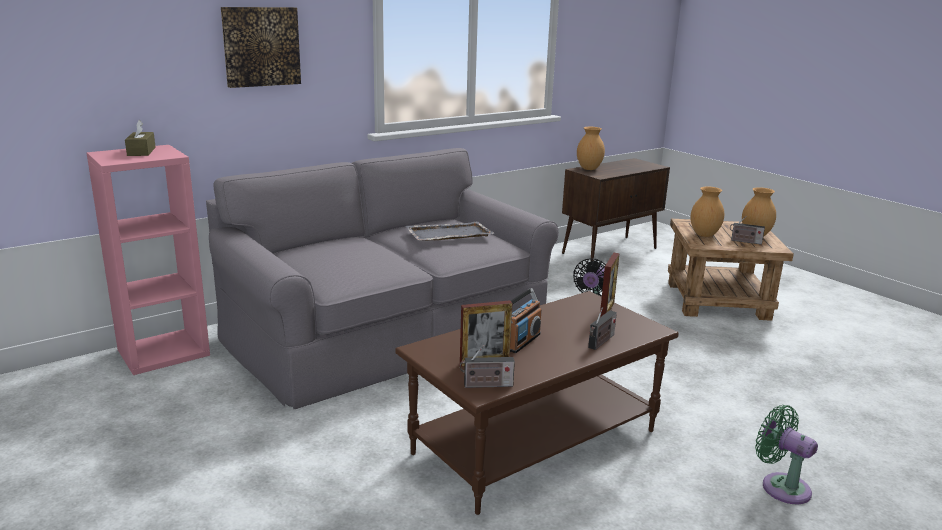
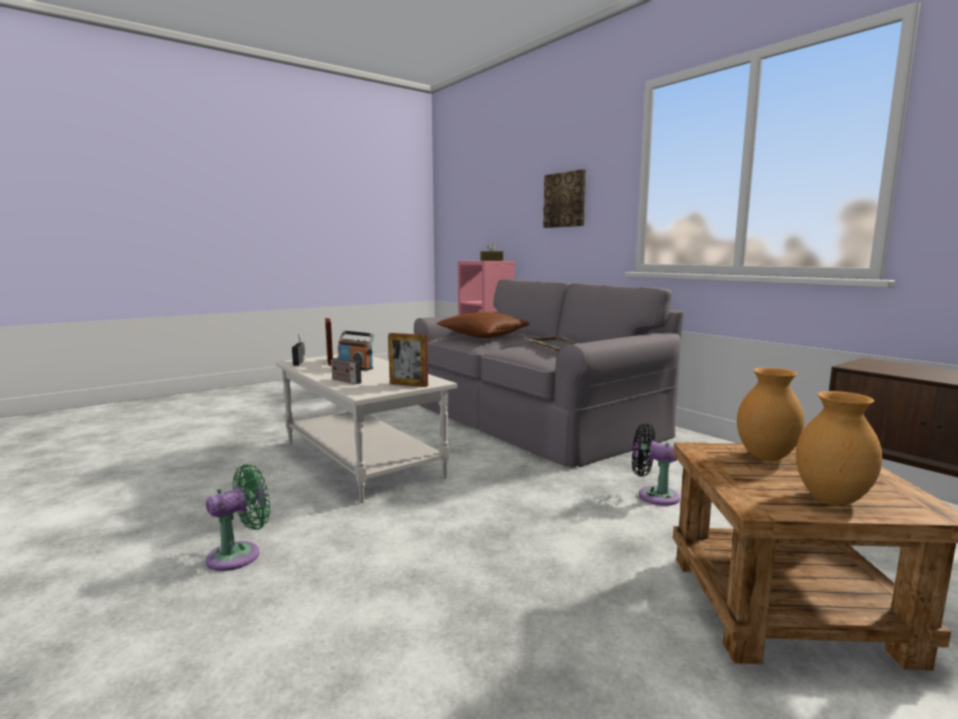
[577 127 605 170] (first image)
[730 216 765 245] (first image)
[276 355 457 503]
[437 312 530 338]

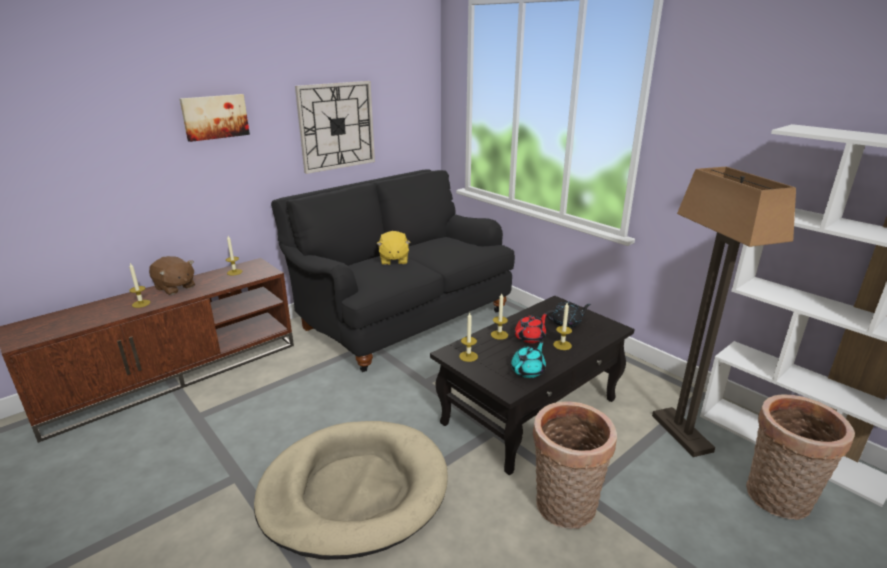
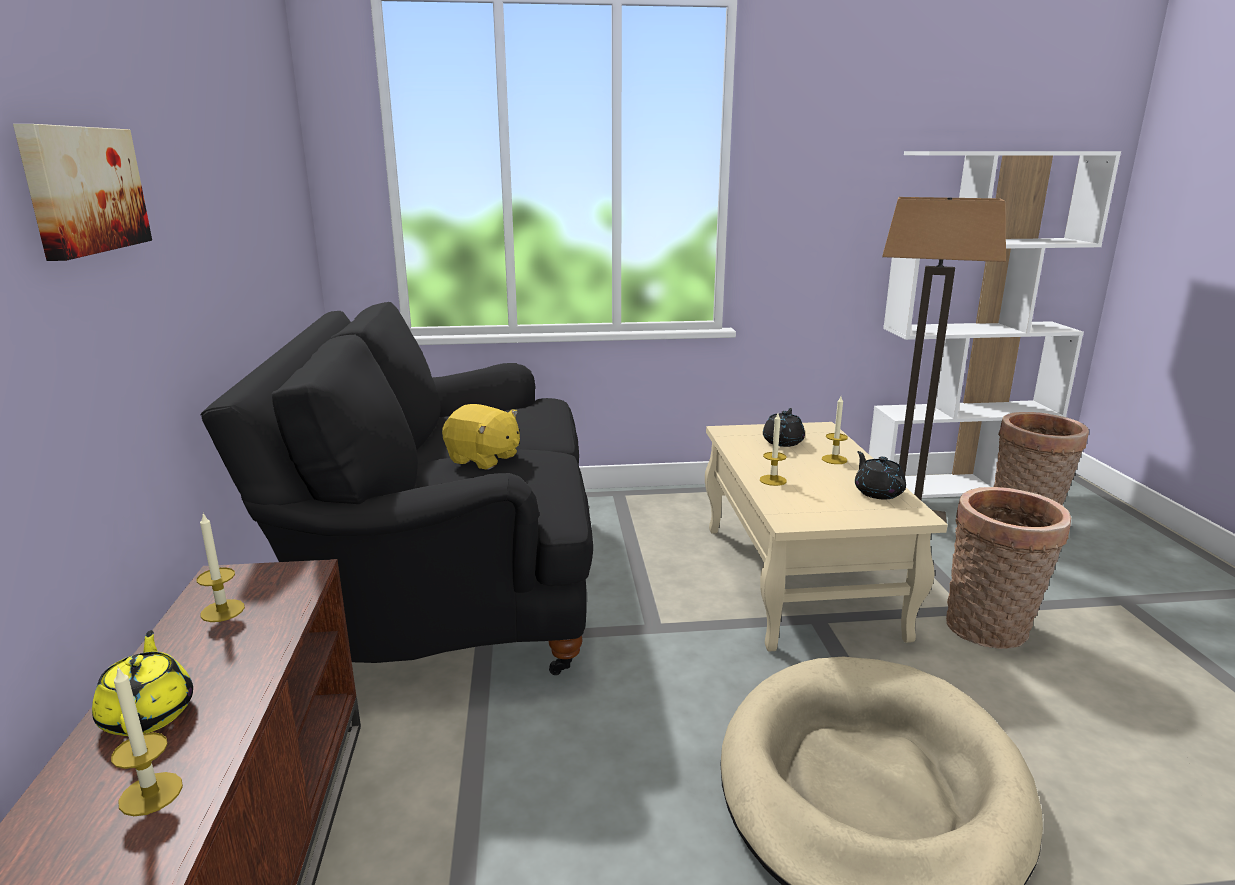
[295 81 375 174] (first image)
[92 630 193 736]
[705 422 948 651]
[515 312 548 343] (first image)
[459 313 478 362] (first image)
[855 451 906 499]

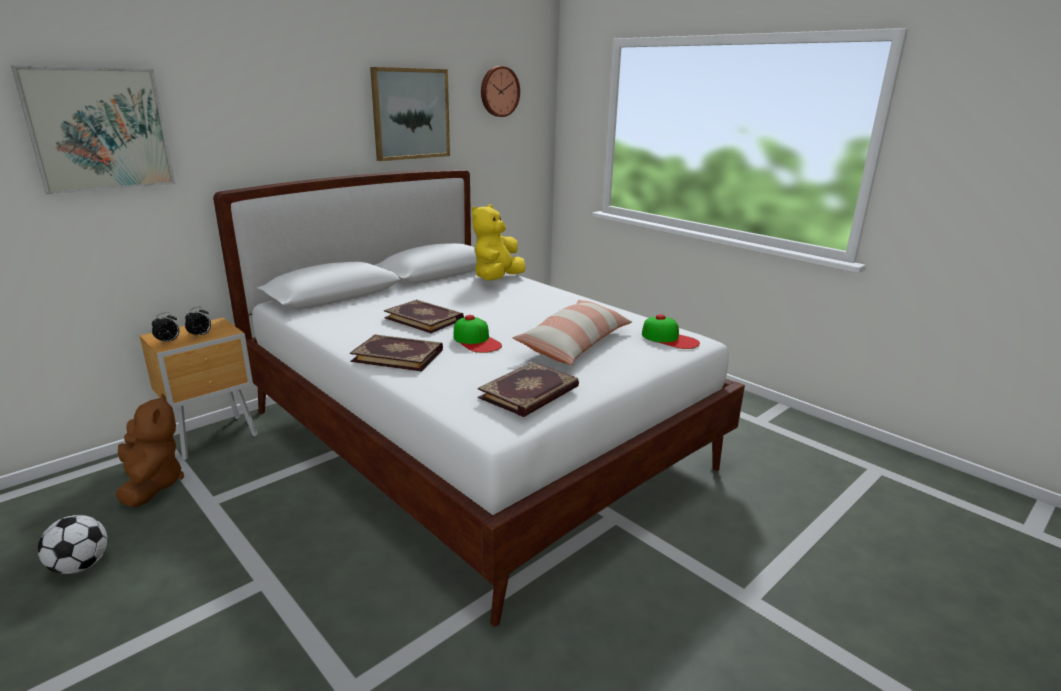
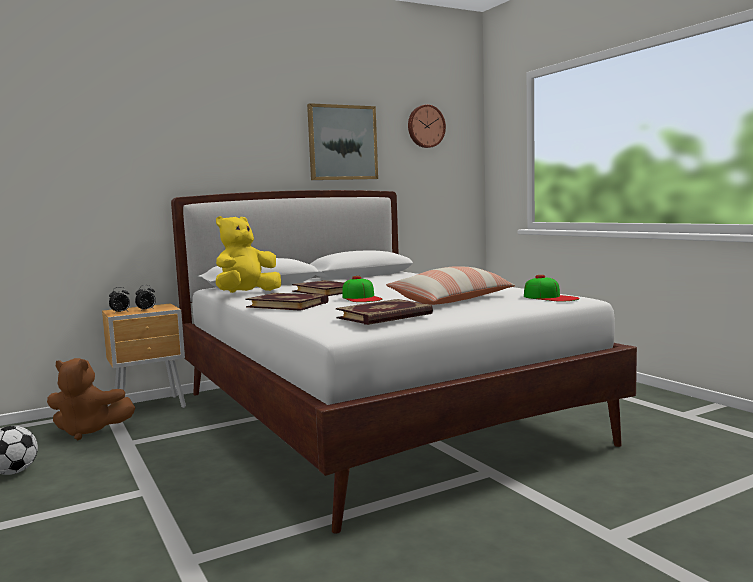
[11 66 175 194] (first image)
[216 216 281 293]
[47 358 135 440]

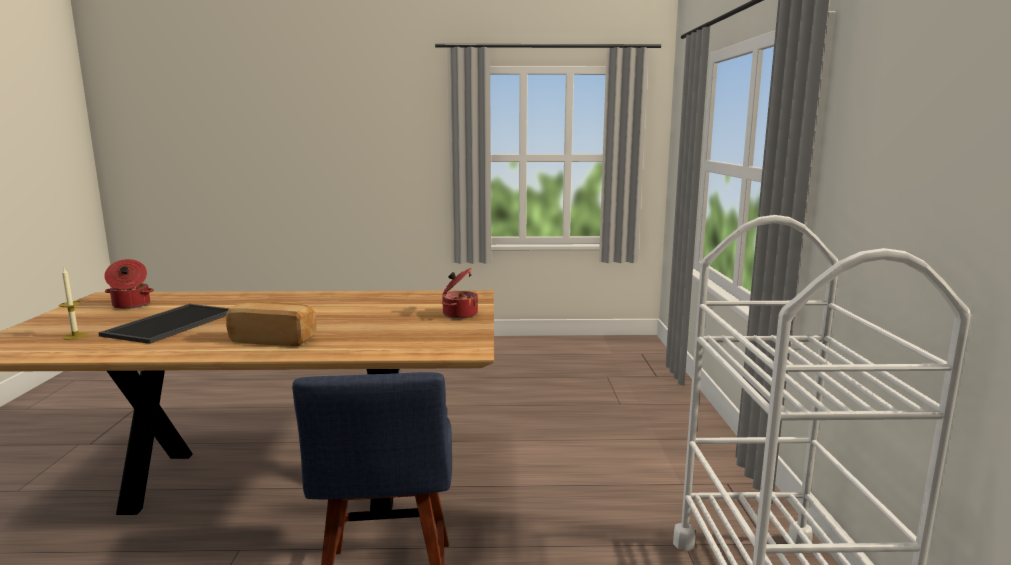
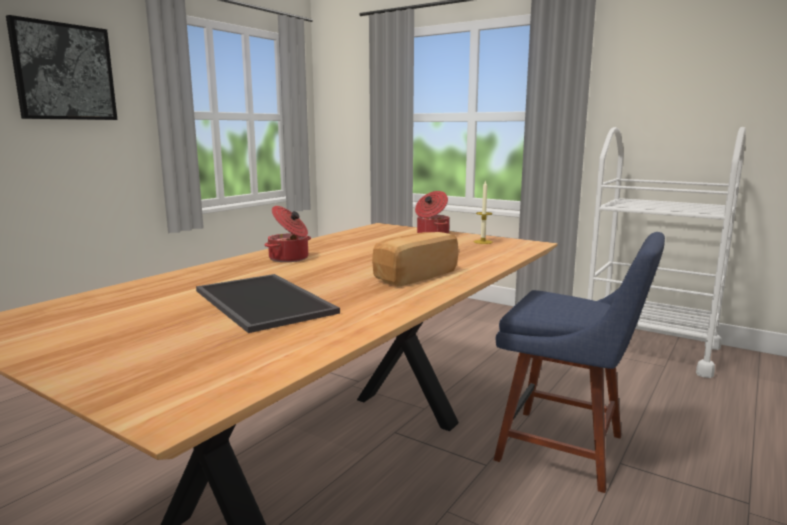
[264 206 311 262]
[474 180 493 244]
[6 15 117 120]

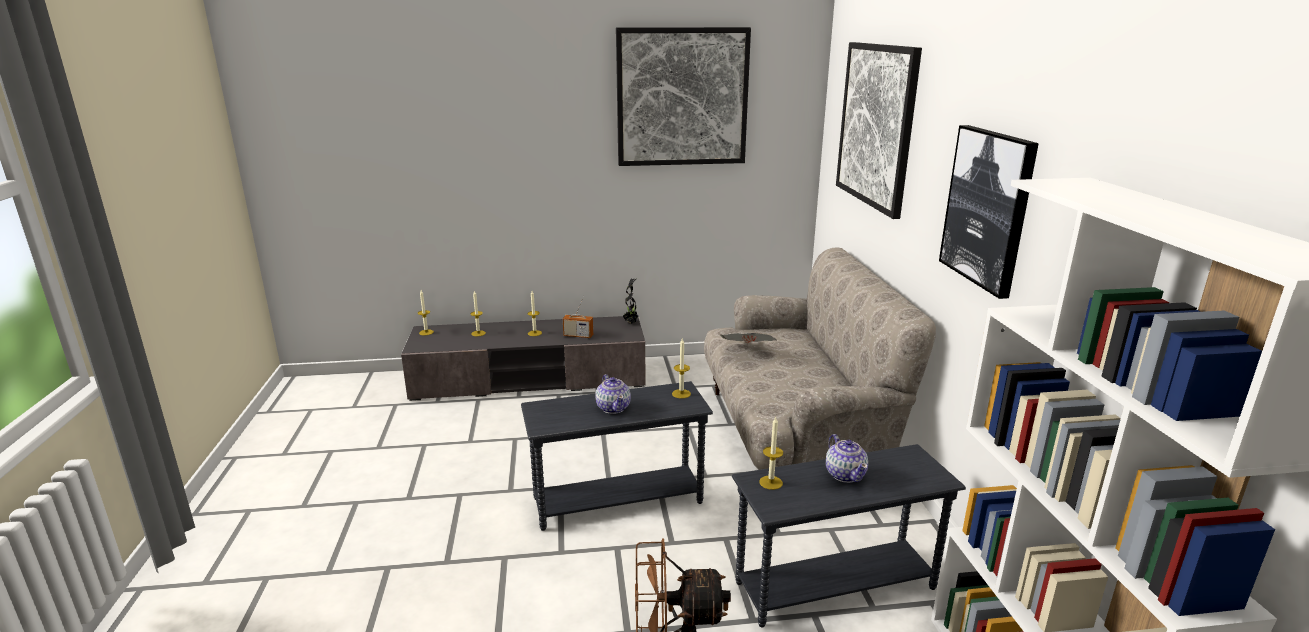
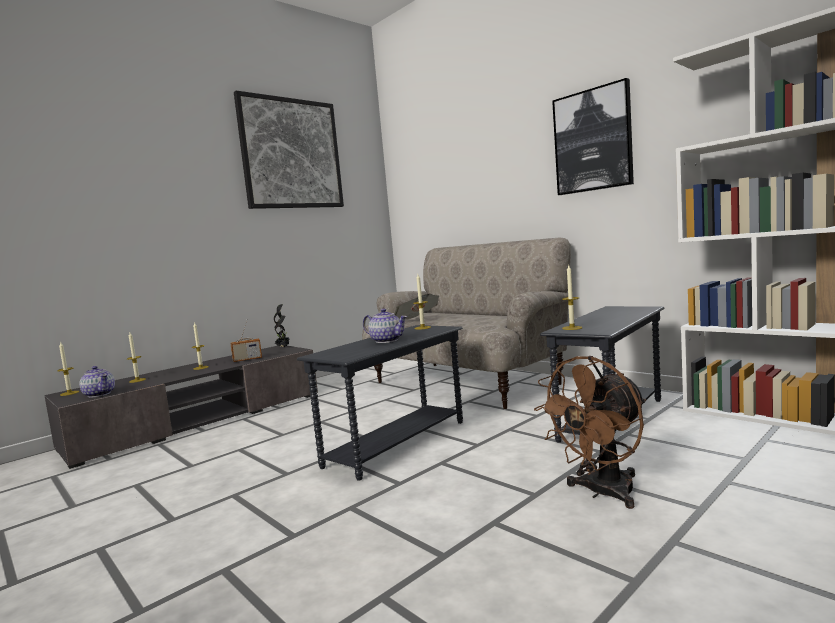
[836 42 922 219] (first image)
[79 366 115 398]

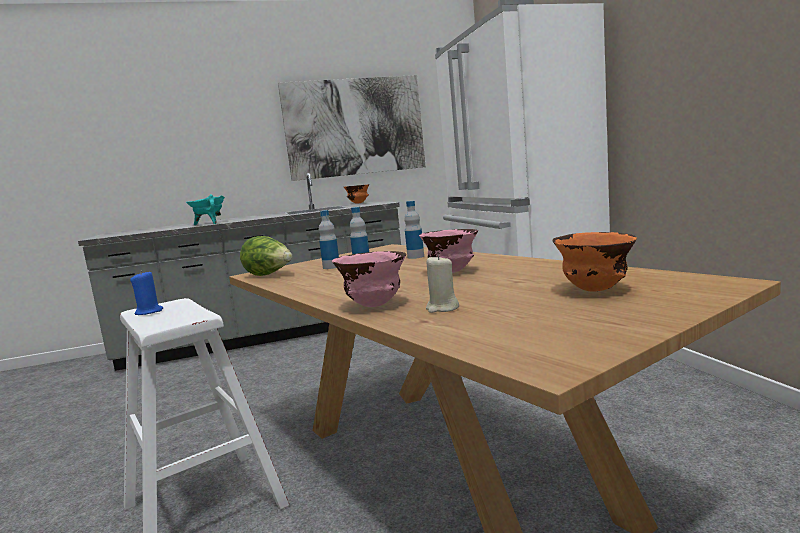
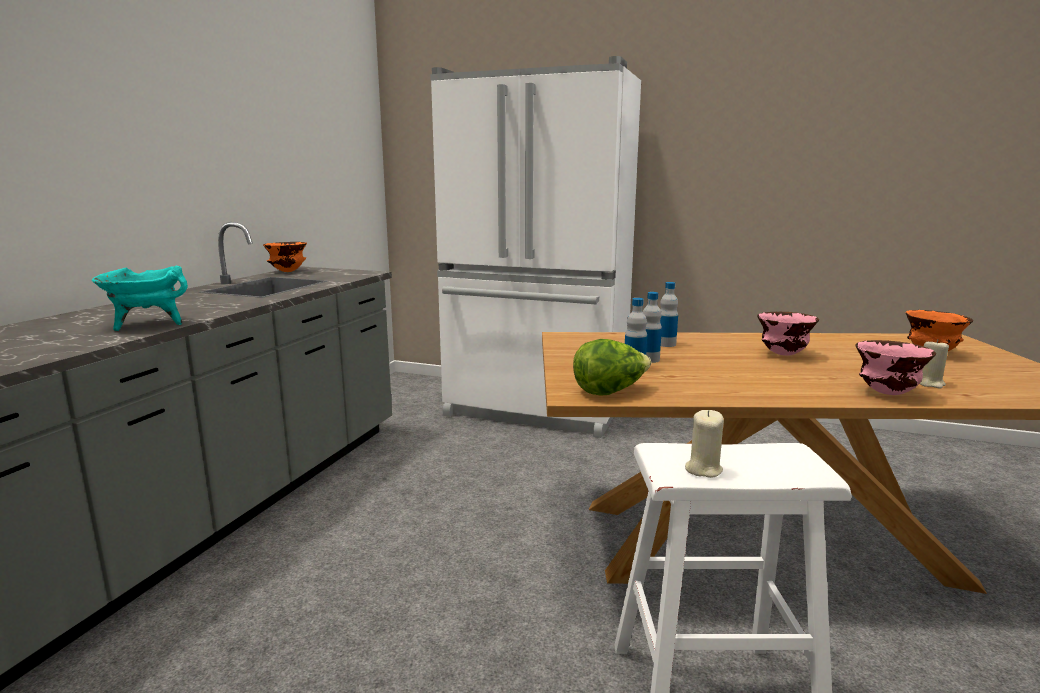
[278 75 426 181] (first image)
[685 410 724 478]

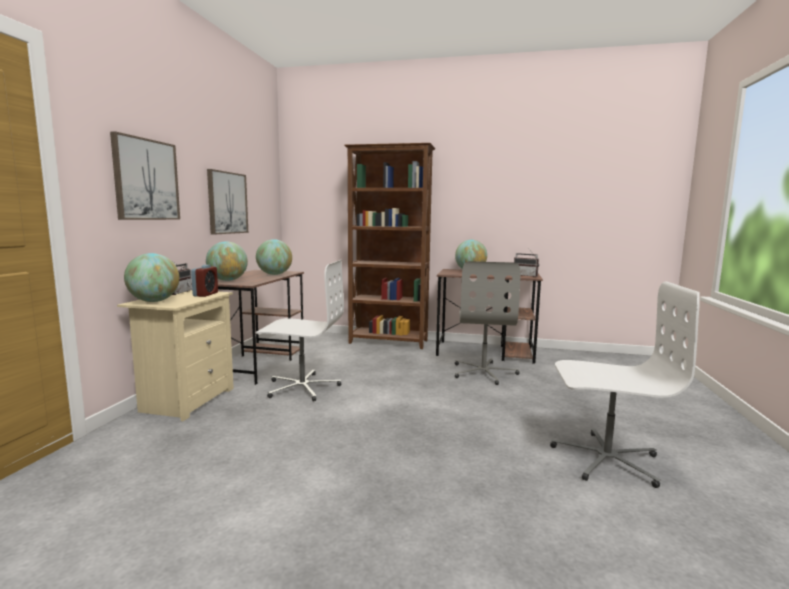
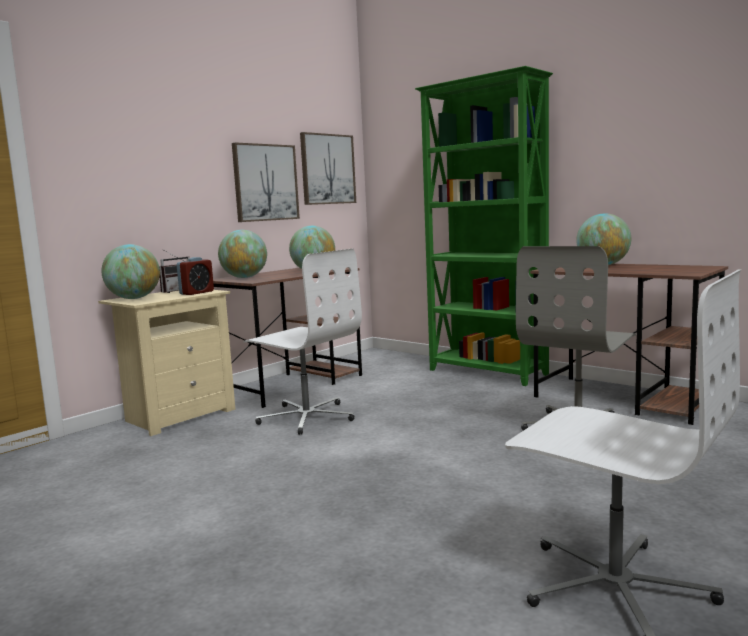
[300 132 356 205]
[415 66 553 386]
[514 248 539 277] (first image)

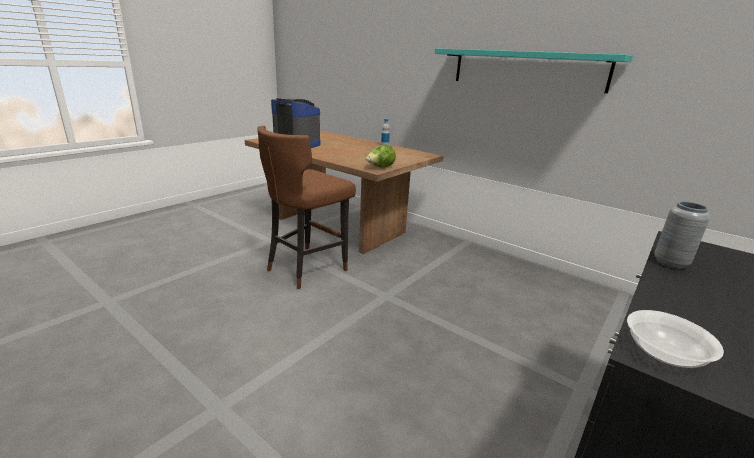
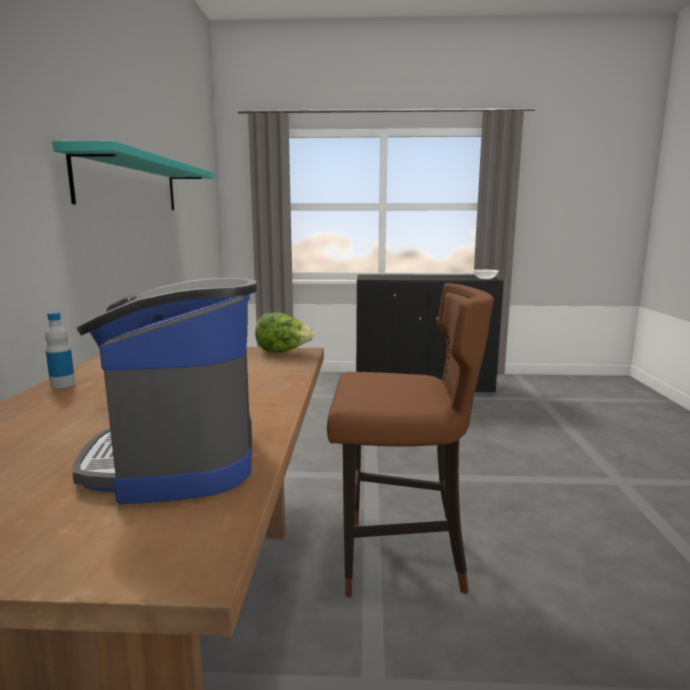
[655 201 710 269] (first image)

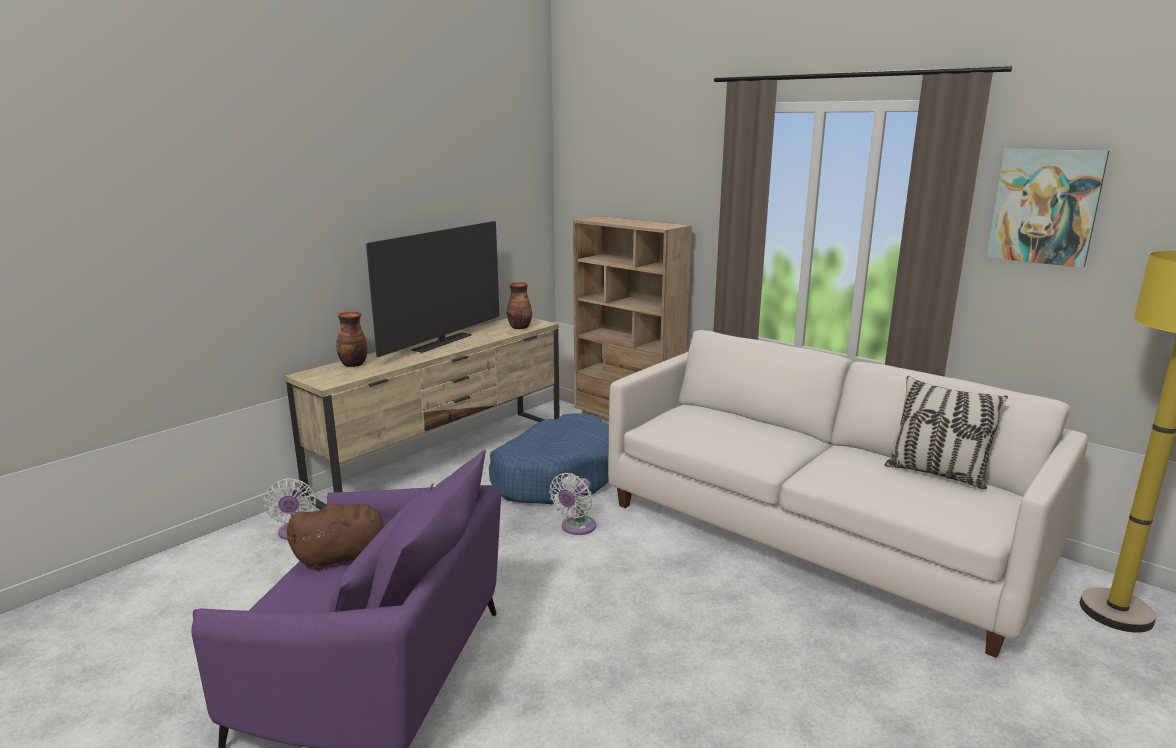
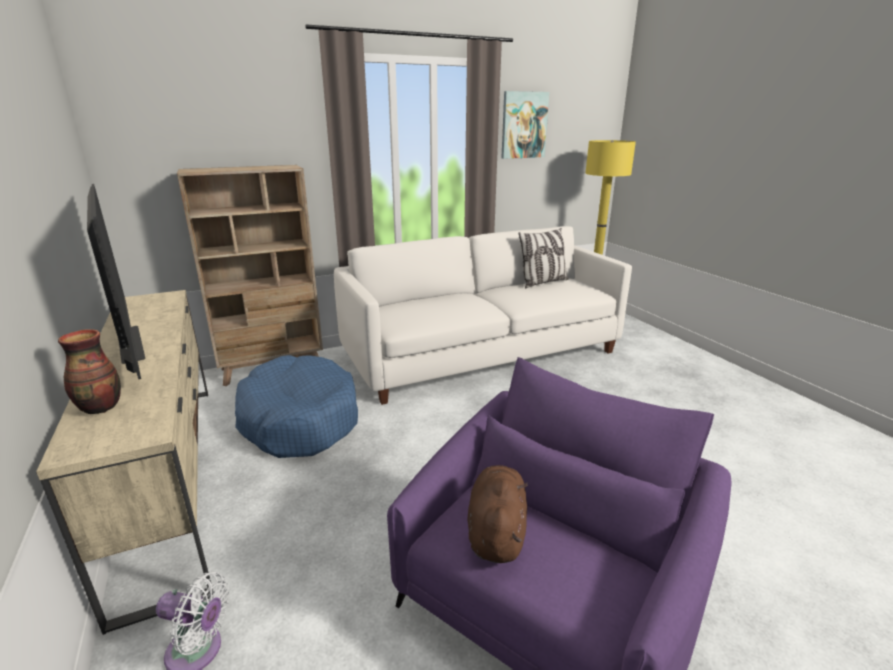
[507 282 532 329] (first image)
[549 473 596 535] (first image)

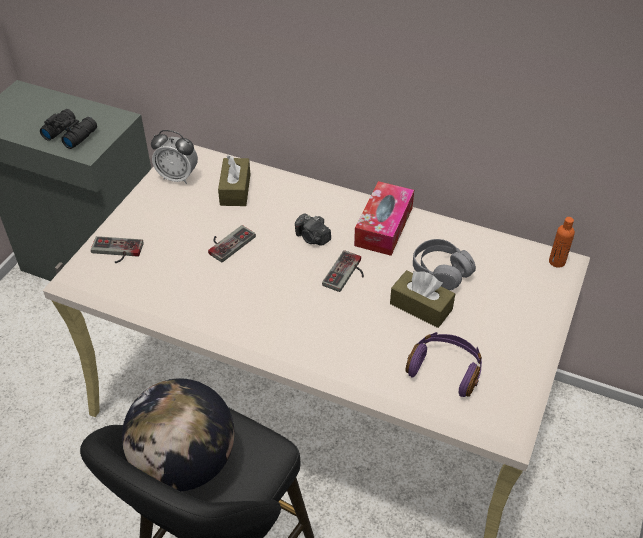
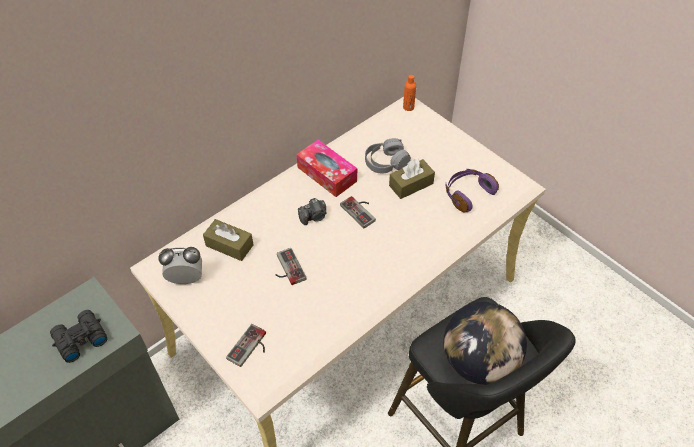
[158 247 202 284]

